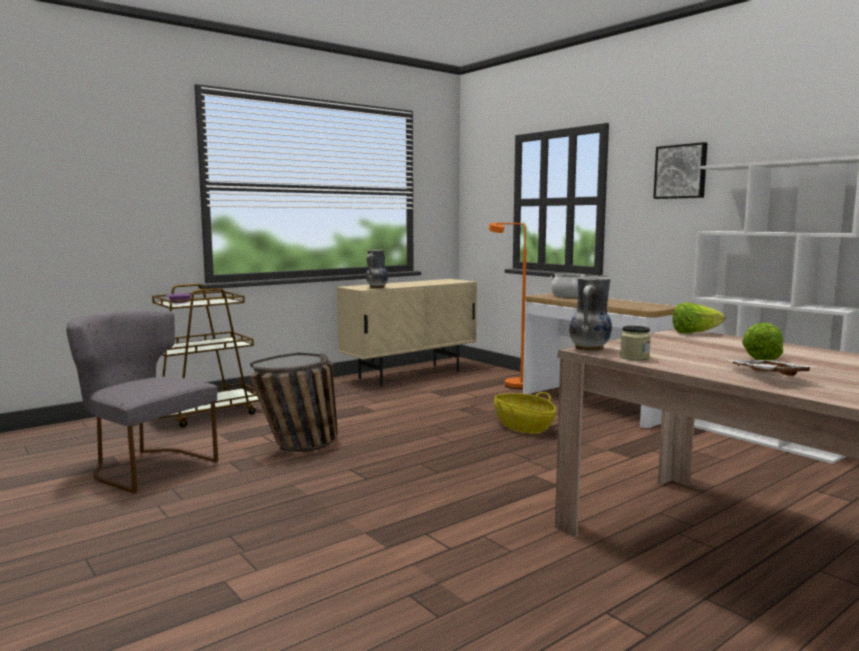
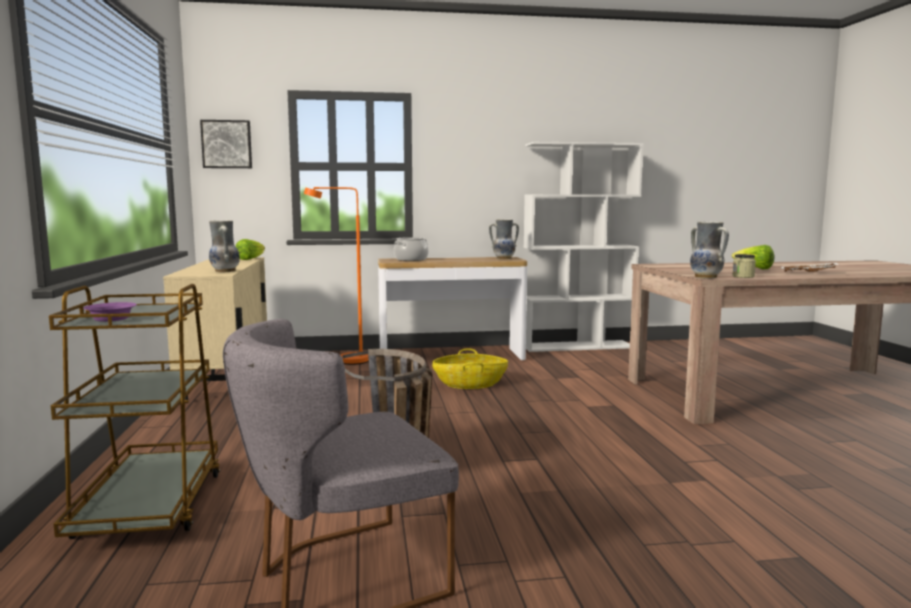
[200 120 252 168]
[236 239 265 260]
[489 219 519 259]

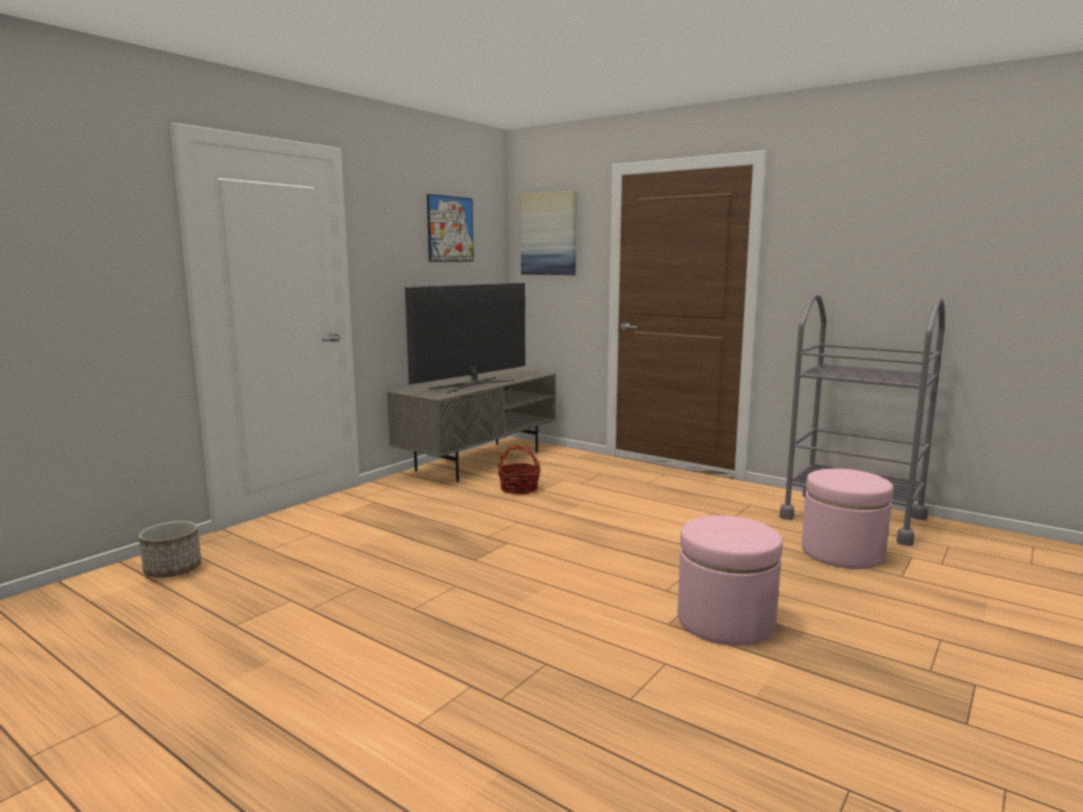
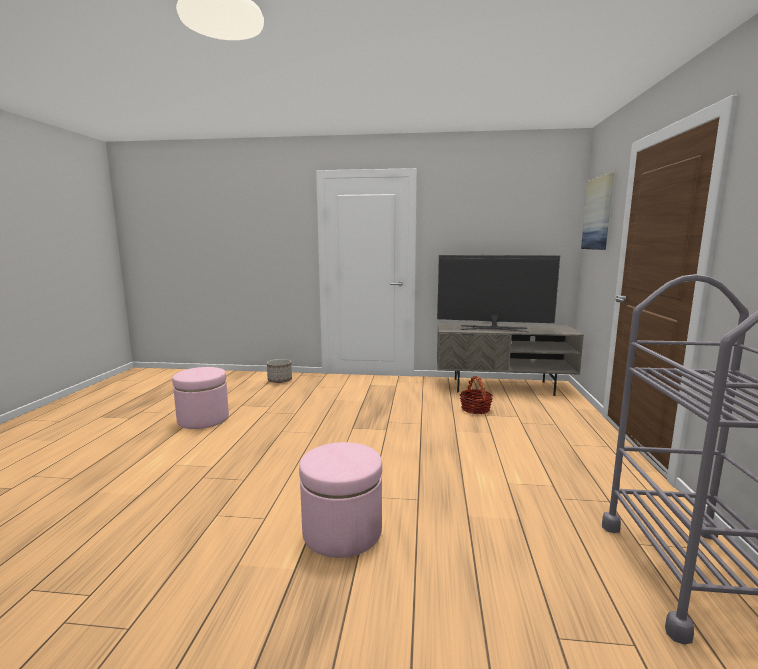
[427 194 474 262] (first image)
[172 367 229 429]

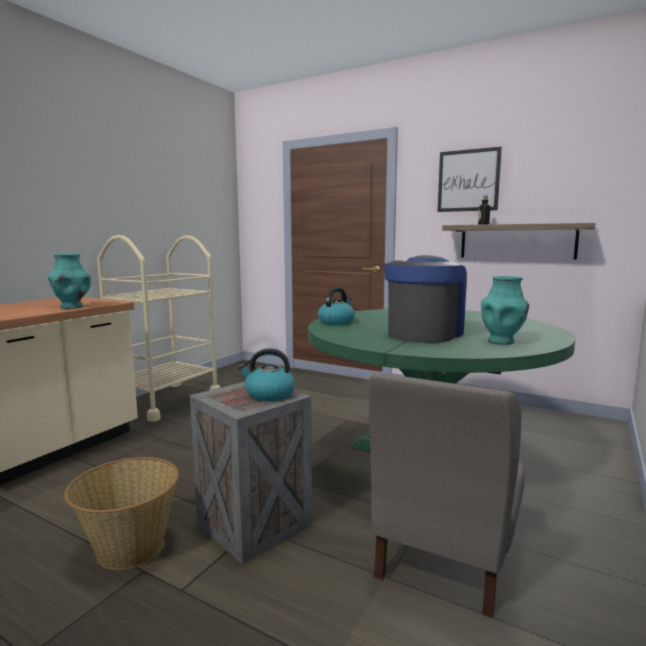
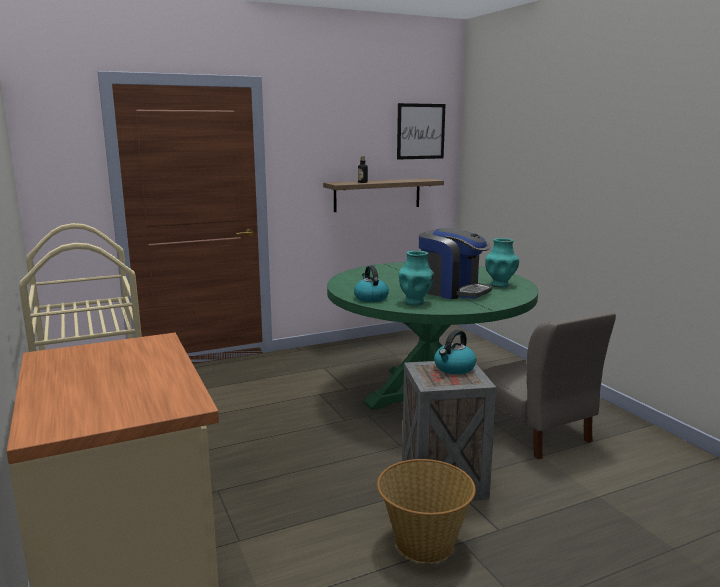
[397 103 446 160]
[399 251 434 305]
[419 228 492 299]

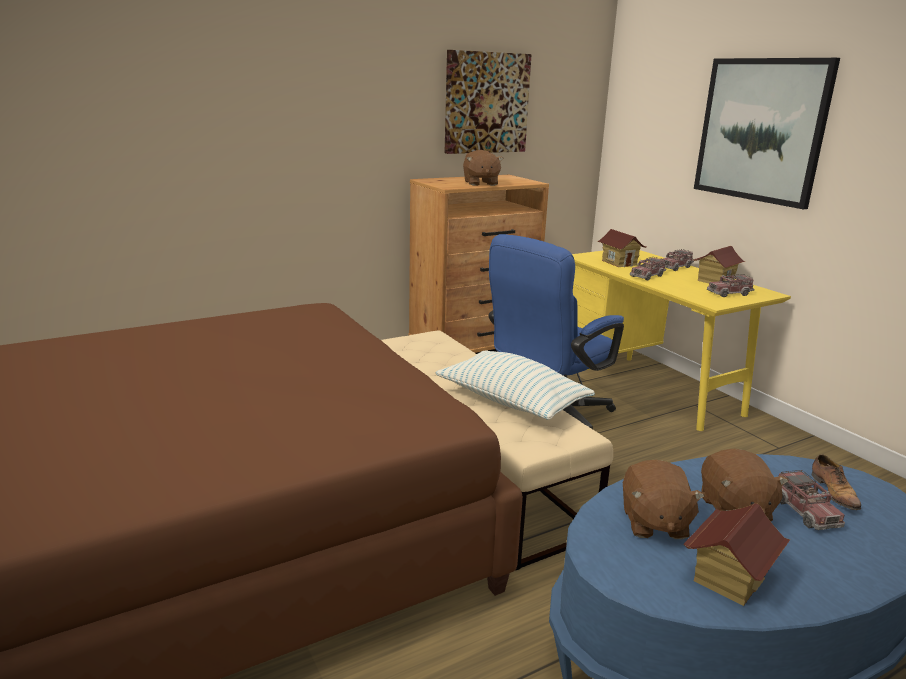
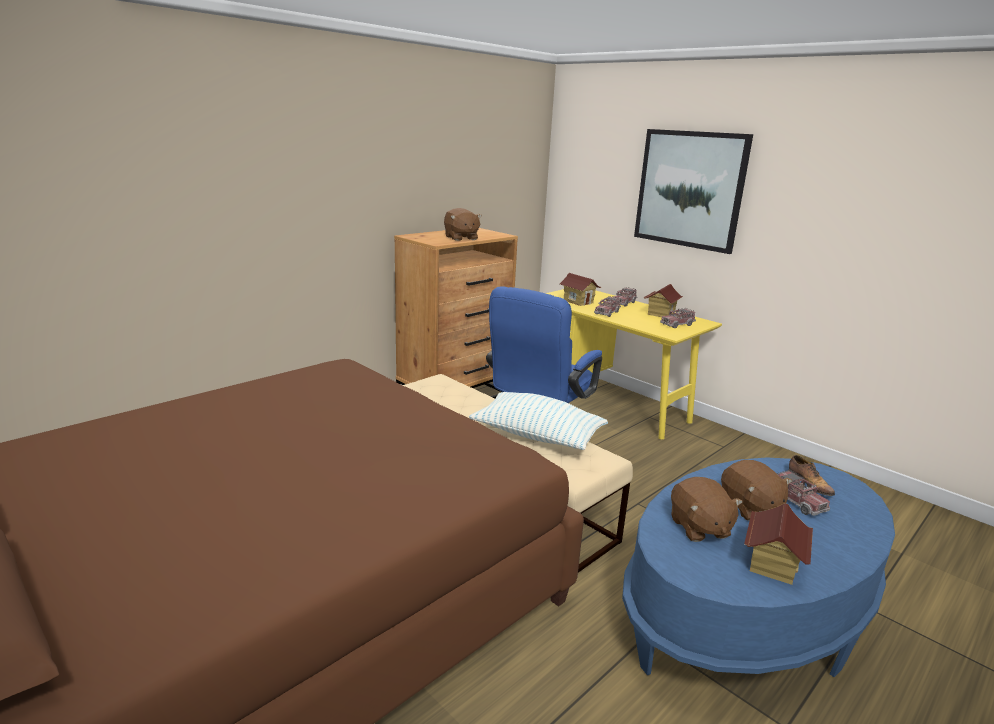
[444 50 532 154] (first image)

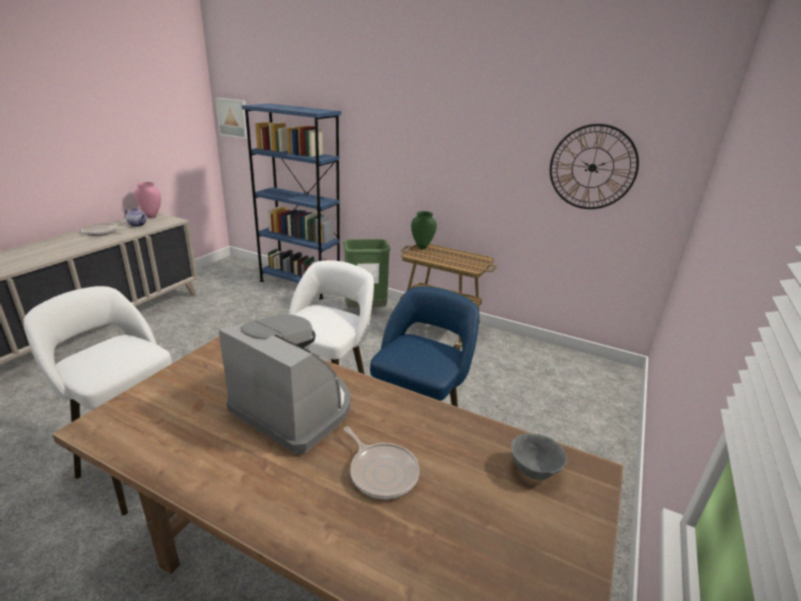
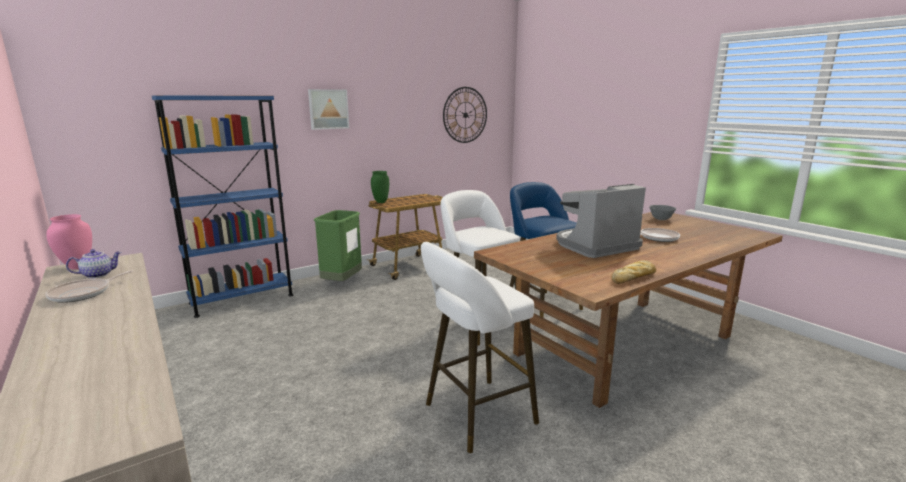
[308 89 349 130]
[611 260 656 284]

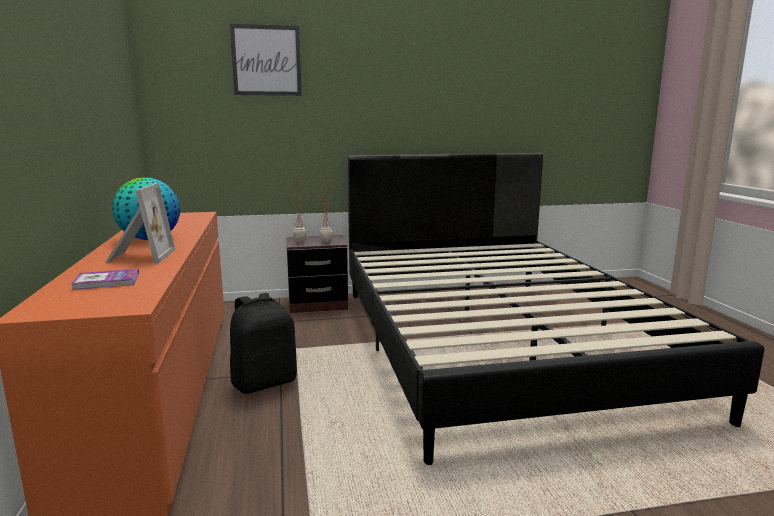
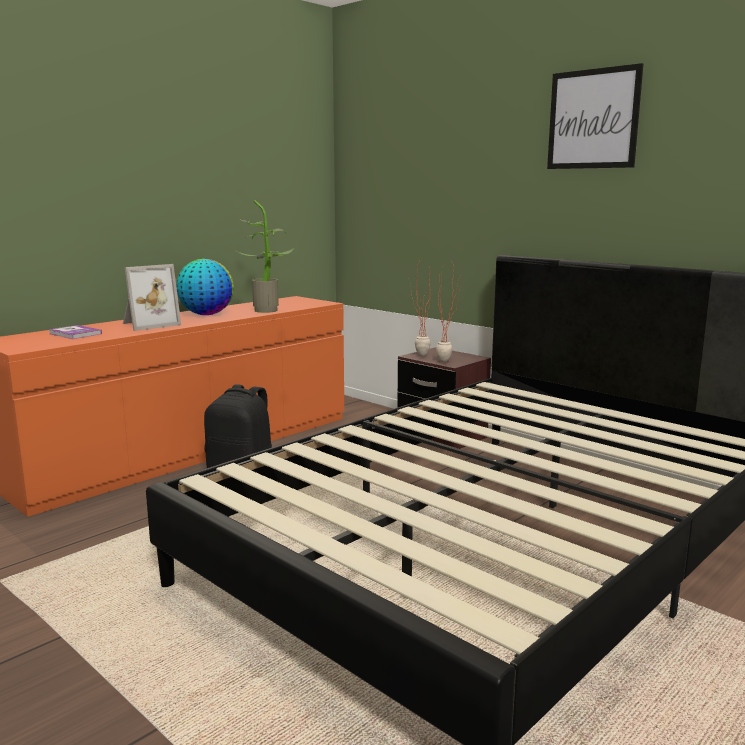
[547 63 643 169]
[236 200 295 313]

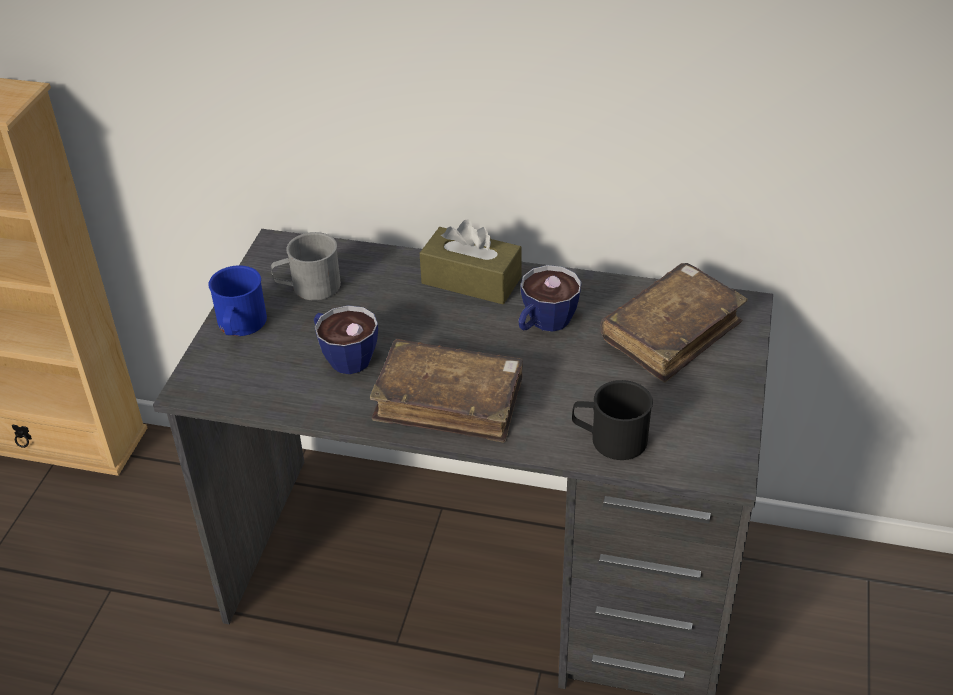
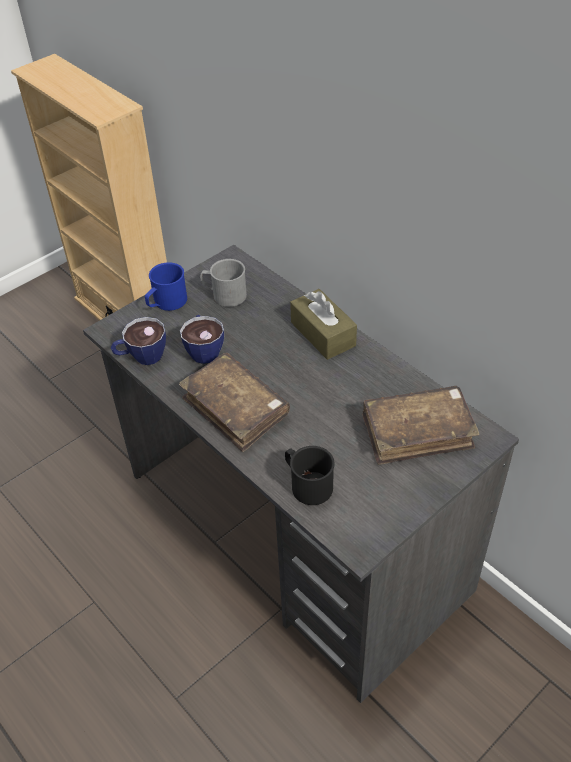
[111 317 166 365]

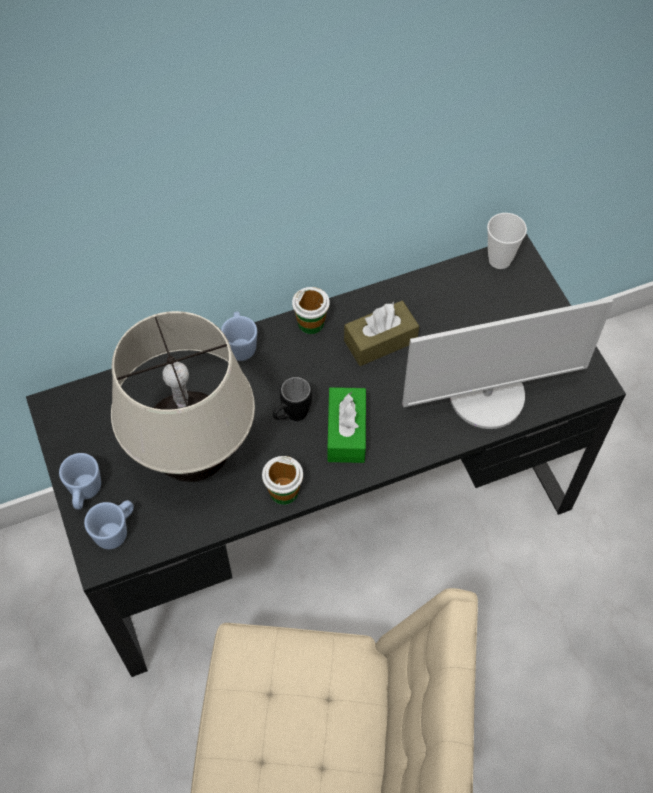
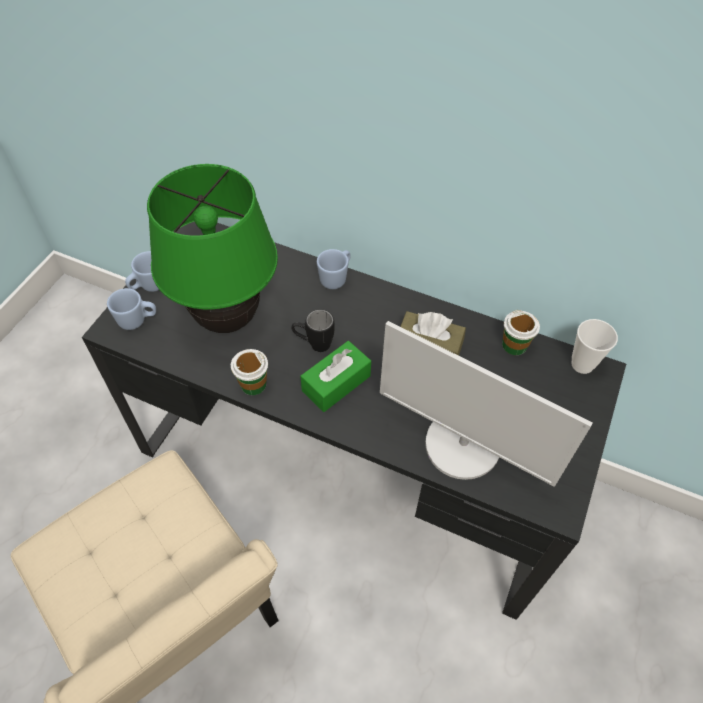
[502 310 540 355]
[147 164 278 333]

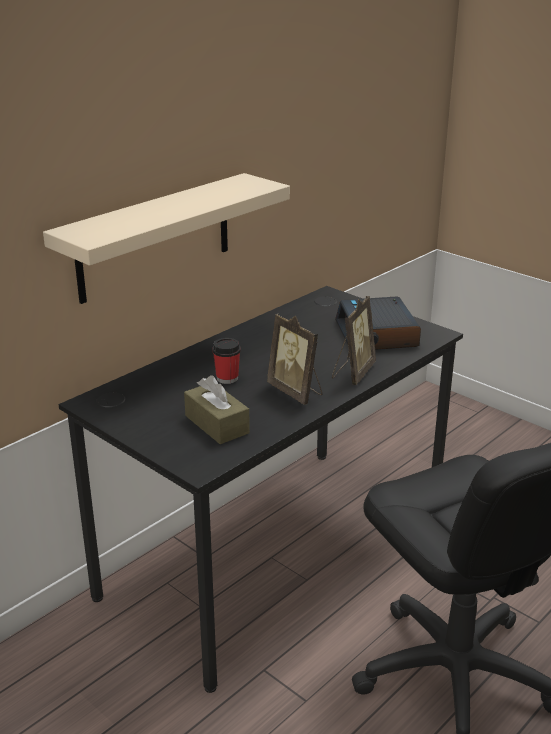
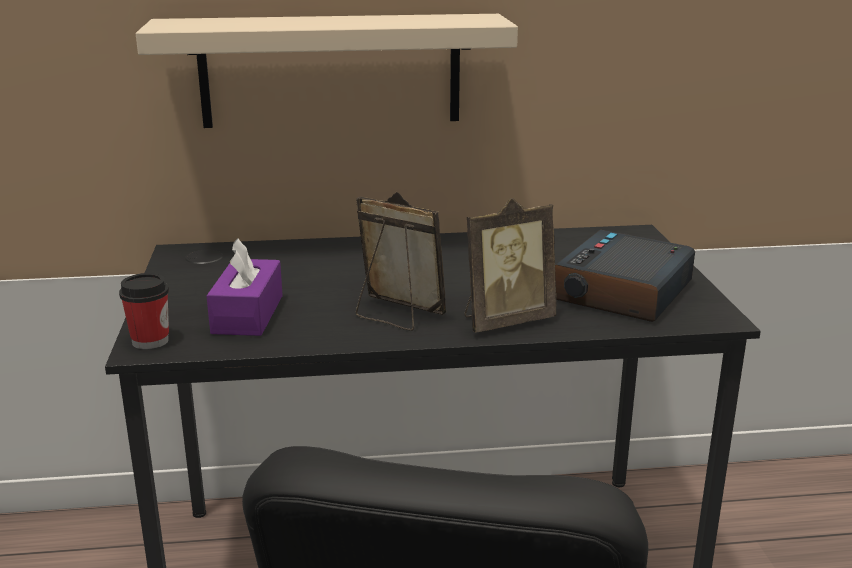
[356 192 446 331]
[119 273 169 349]
[207 238 283 336]

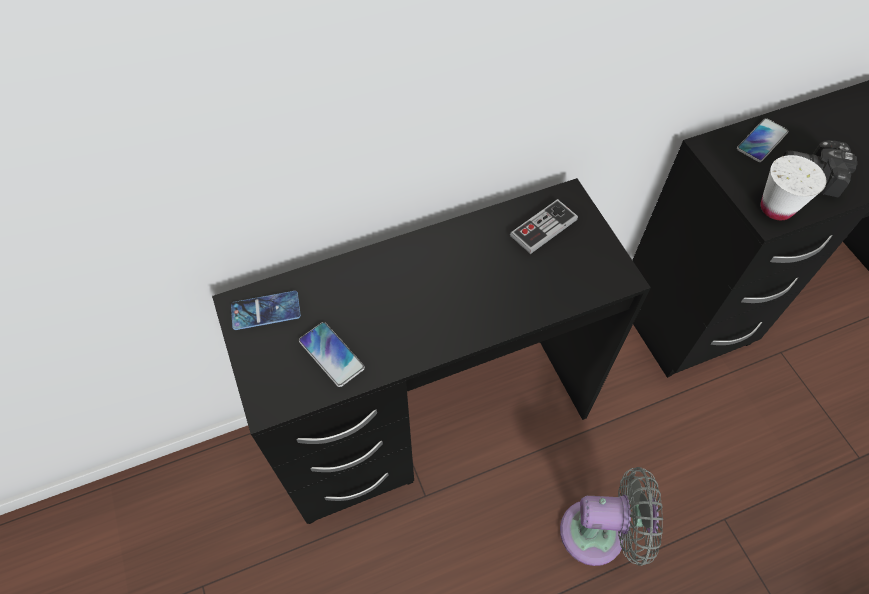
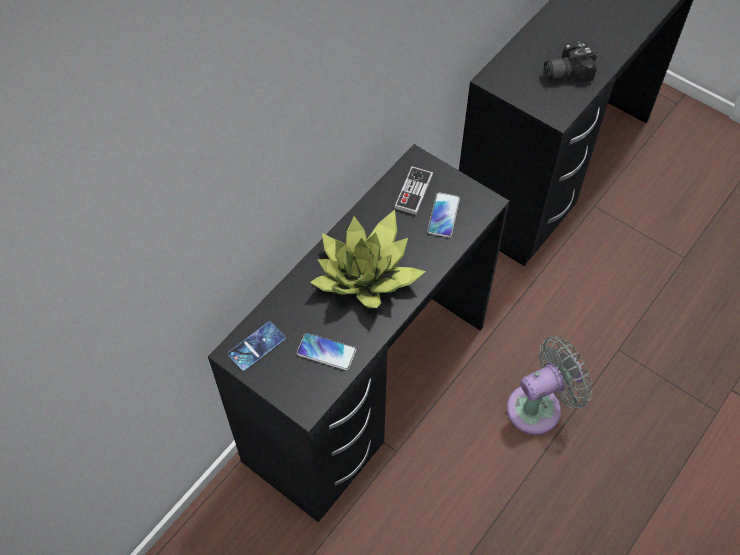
[427 192 460 237]
[761 155 826 220] (first image)
[310 210 426 308]

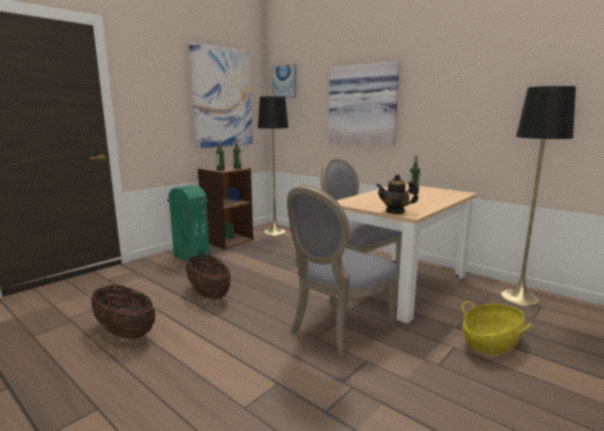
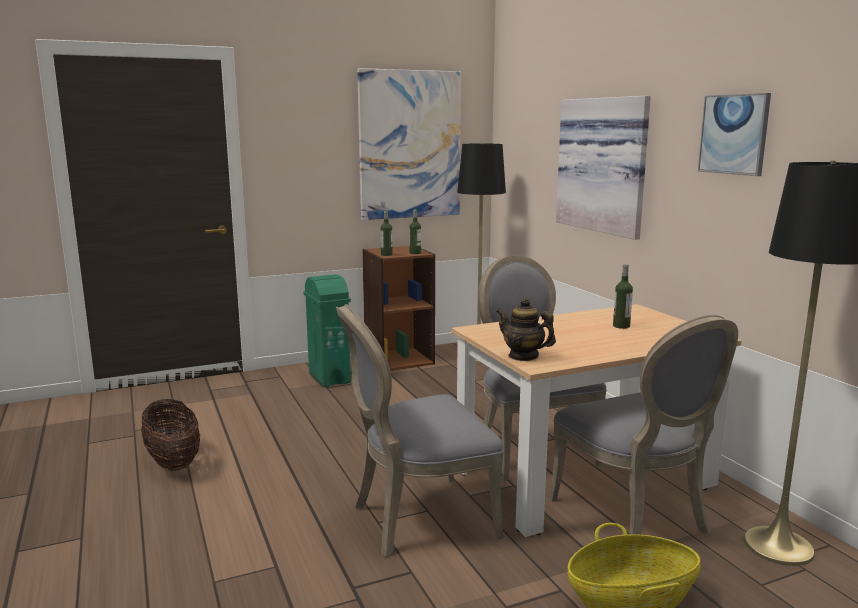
[698 93 771 176]
[186 255 231 300] (first image)
[549 315 738 535]

